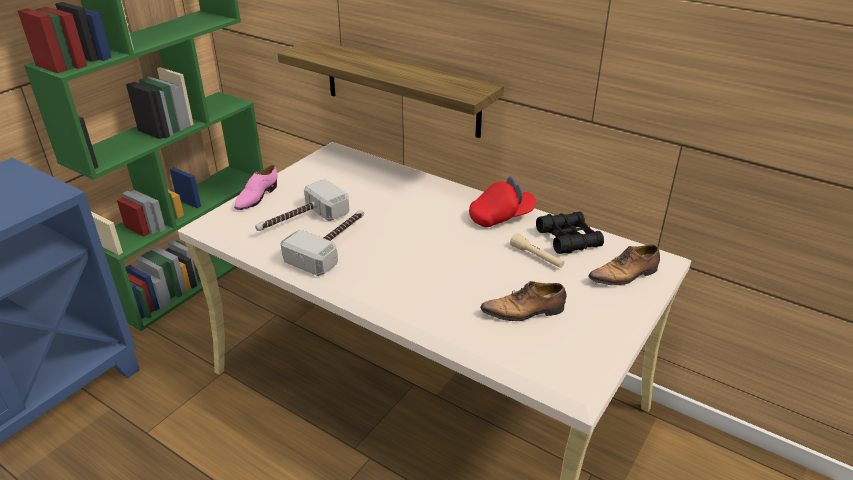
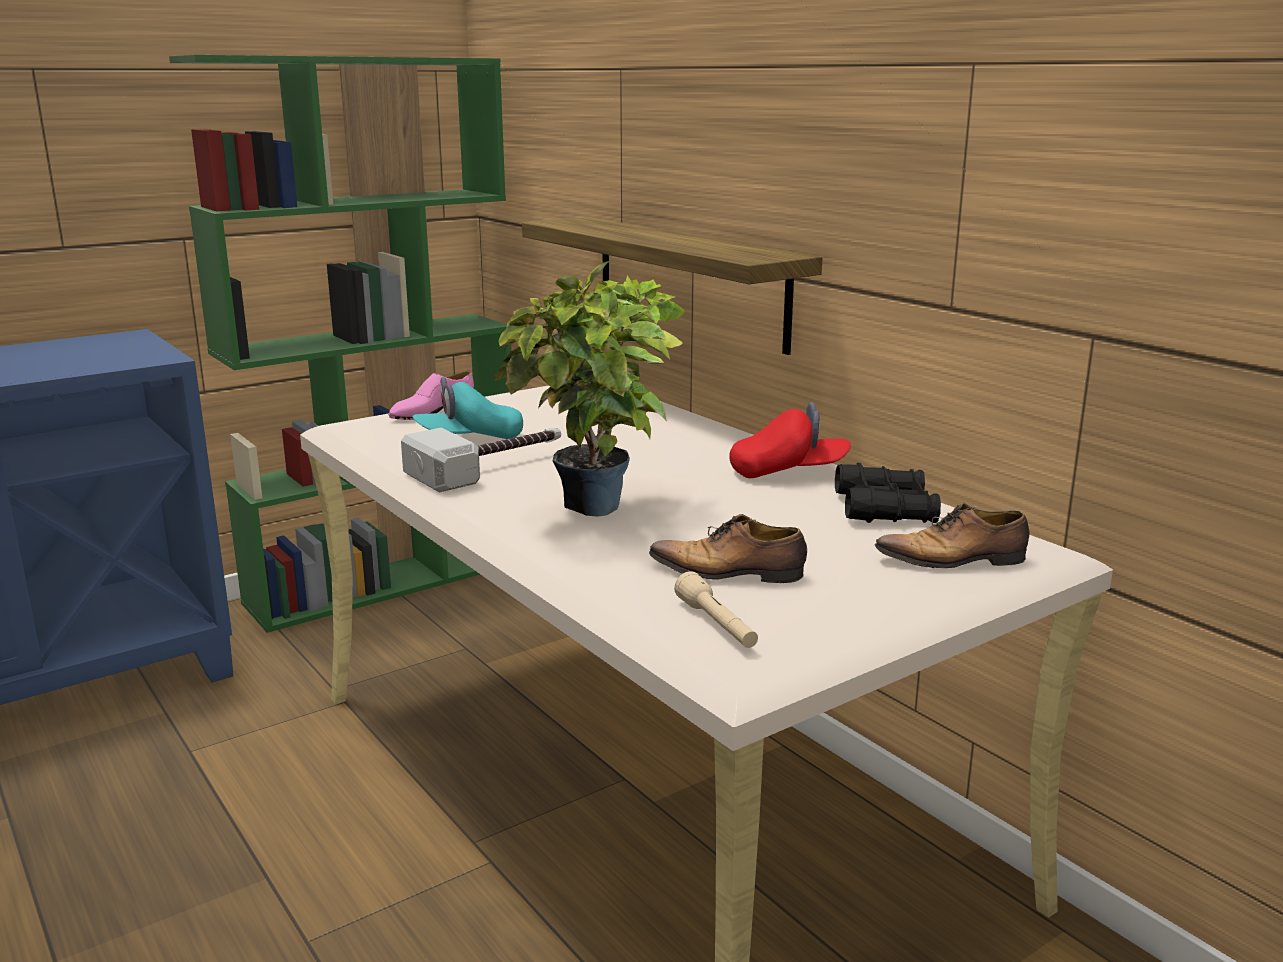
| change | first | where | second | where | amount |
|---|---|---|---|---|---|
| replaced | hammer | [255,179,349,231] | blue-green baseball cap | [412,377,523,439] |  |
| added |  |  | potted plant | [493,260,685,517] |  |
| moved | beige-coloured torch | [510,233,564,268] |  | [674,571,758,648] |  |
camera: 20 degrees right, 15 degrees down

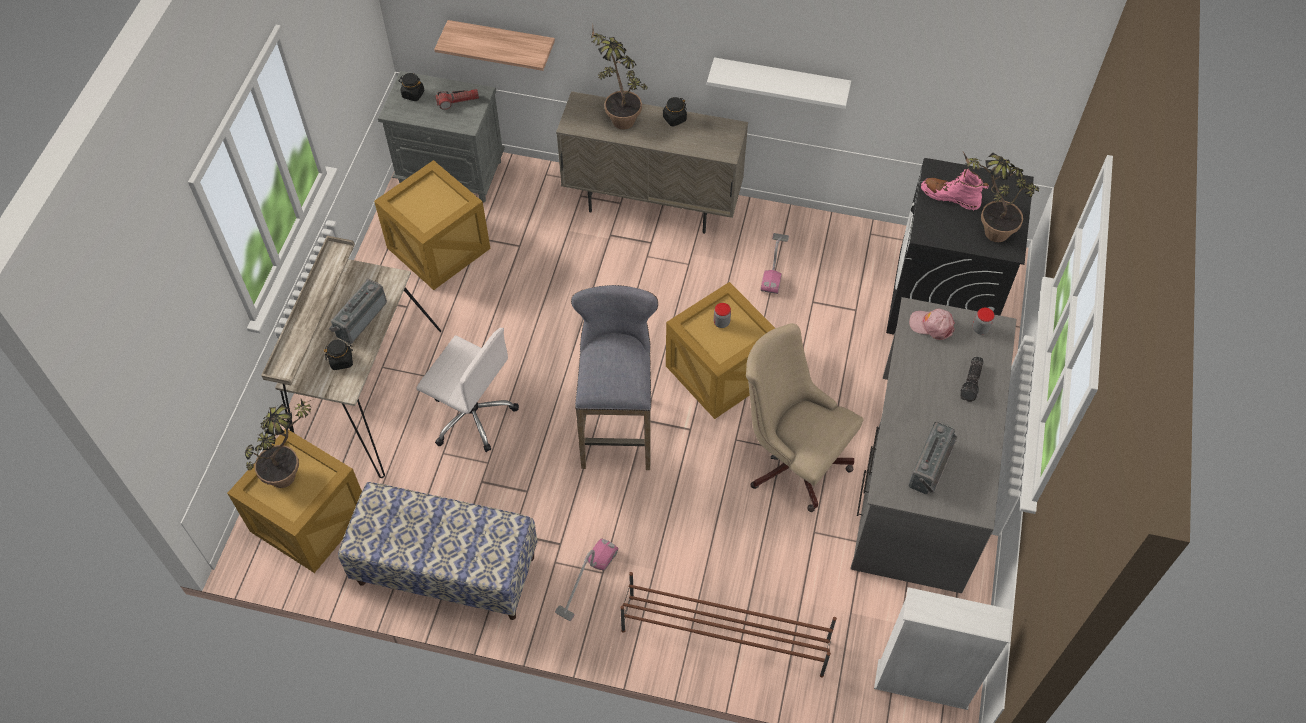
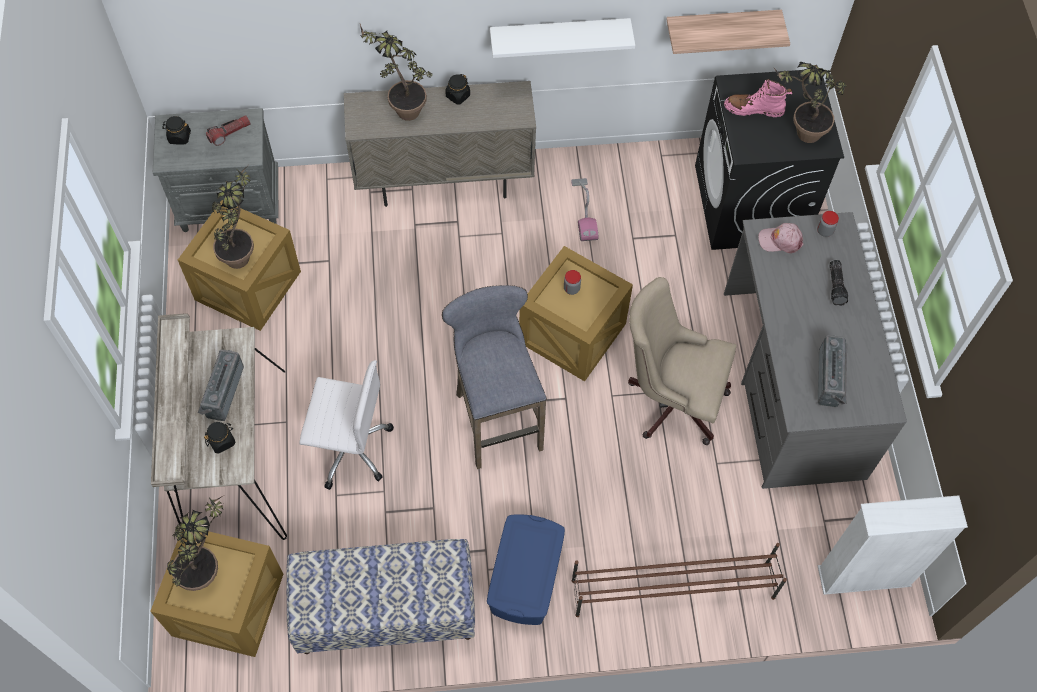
| change | first | where | second | where | amount |
|---|---|---|---|---|---|
| added |  |  | potted plant | [212,167,254,269] |  |
| replaced | hoover | [555,538,618,621] | blue-coloured storage bin | [487,514,565,625] |  |
| moved | shelf | [434,20,555,71] |  | [666,10,790,54] |  |
camera: 20 degrees left, 5 degrees up

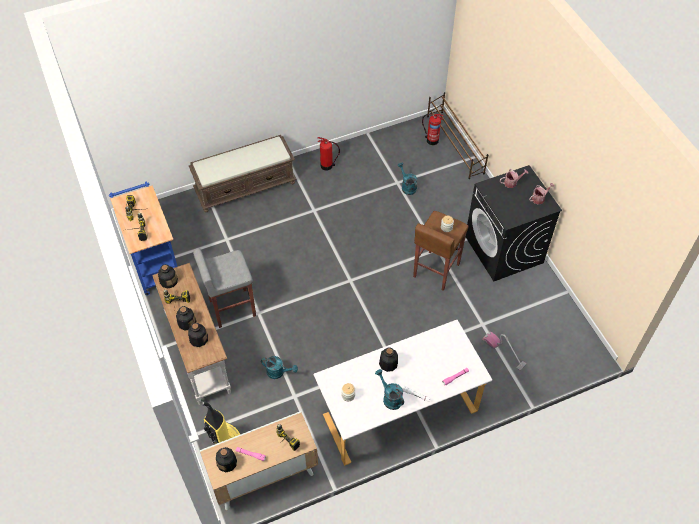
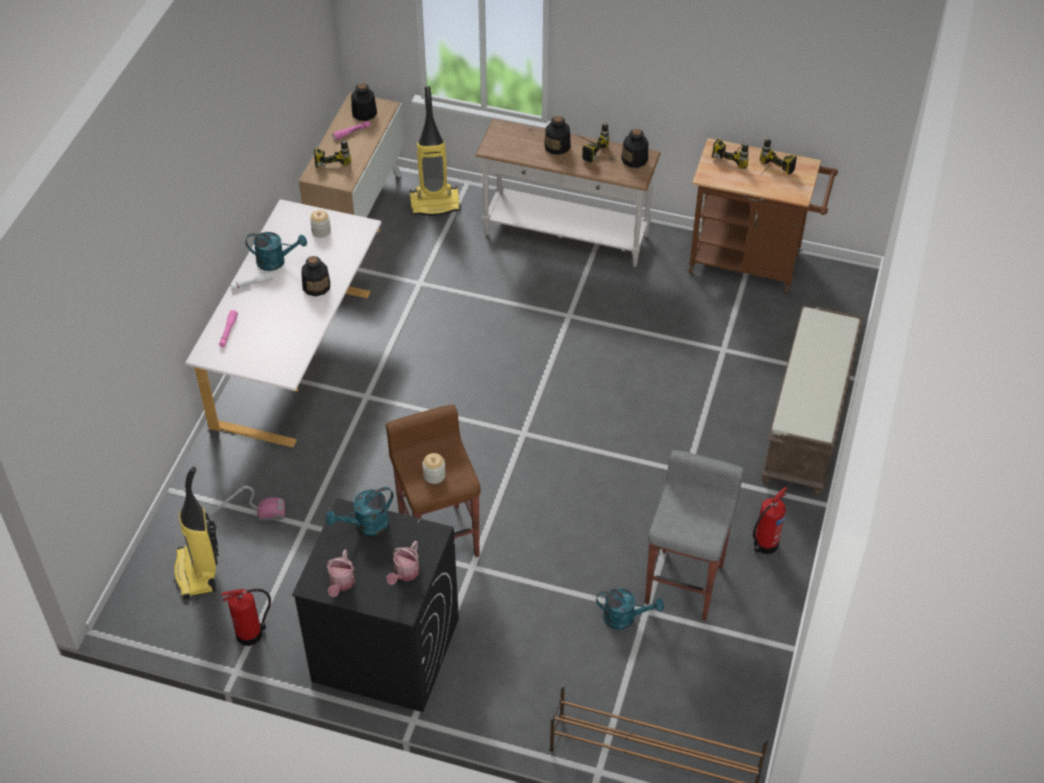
| change | first | where | second | where | amount |
|---|---|---|---|---|---|
| added |  |  | hoover | [174,467,219,599] |  |
| moved | extinguisher | [422,114,443,145] |  | [221,589,271,646] |  |
| moved | blue-green watering can | [261,356,298,379] |  | [326,487,393,536] |  |
| moved | grey stool | [193,248,256,328] |  | [645,450,744,621] |  |
| recoloured | blue-coloured trolley | [109,181,178,296] | brown trolley | [689,138,838,294] |  |
| removed | bottle | [188,323,208,347] |  |  |  |
camera: 130 degrees right, 5 degrees down

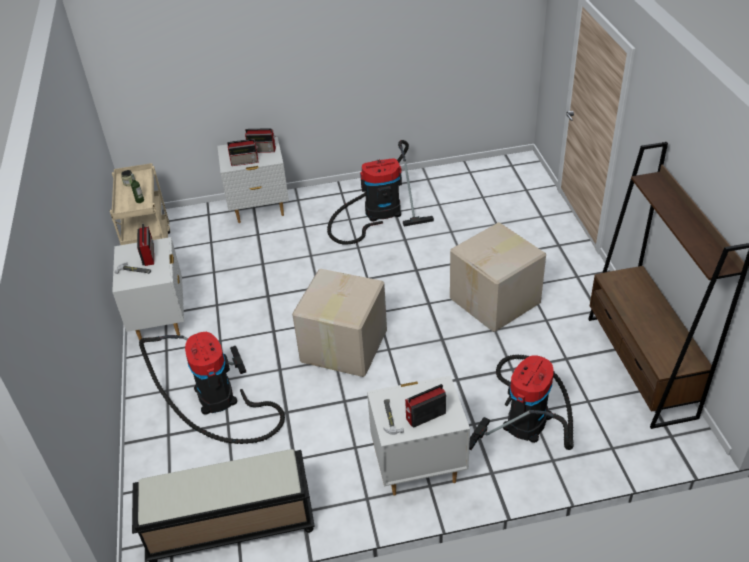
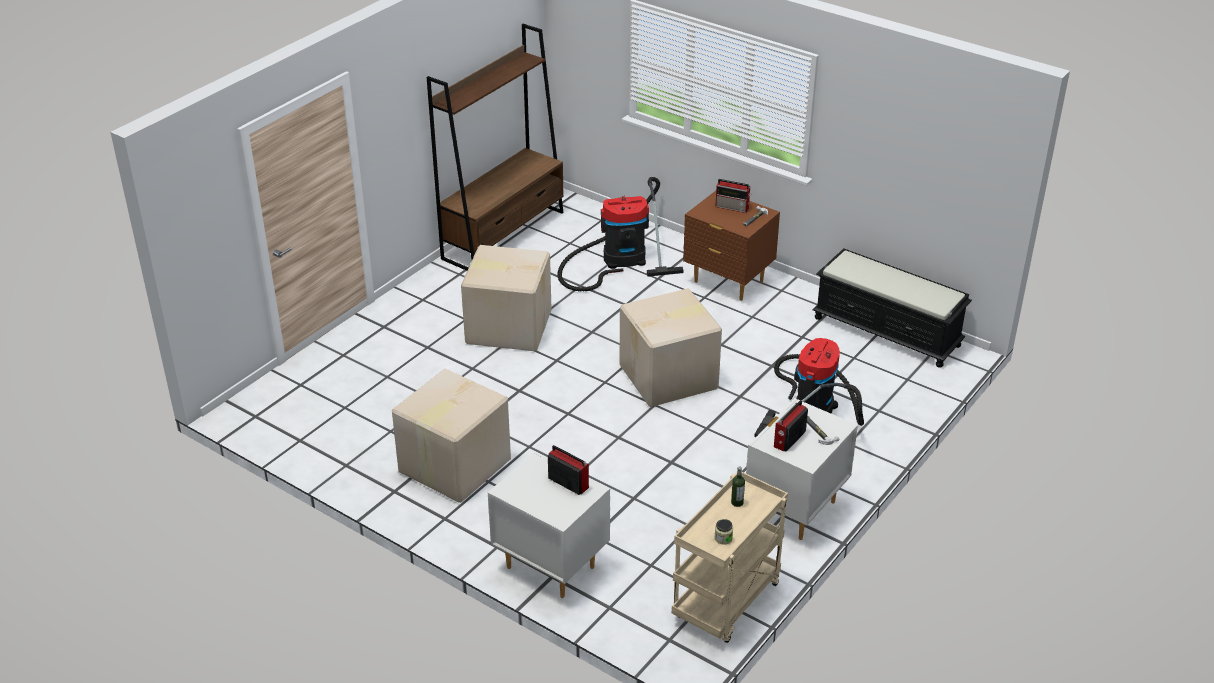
| change | first | where | second | where | amount |
|---|---|---|---|---|---|
| replaced | hoover | [327,140,434,245] | carton | [392,369,511,503] |  |
| recoloured | whitish nightstand | [367,375,470,495] | brown nightstand | [683,191,780,301] |  |
| removed | radio receiver | [245,128,276,153] |  |  |  |
camera: 135 degrees left, 5 degrees down

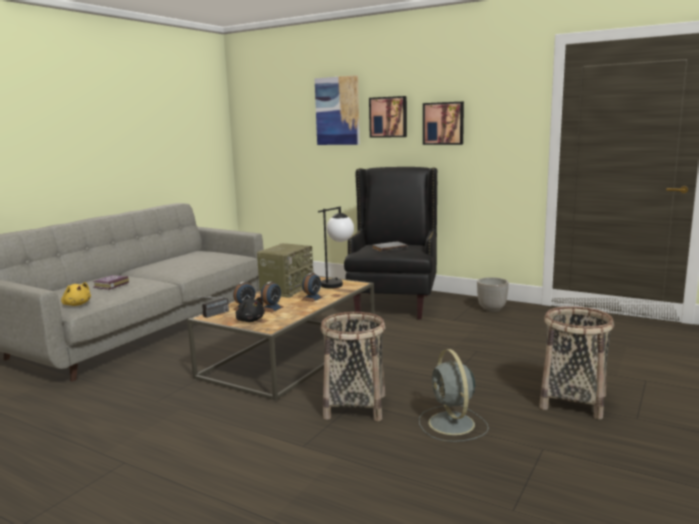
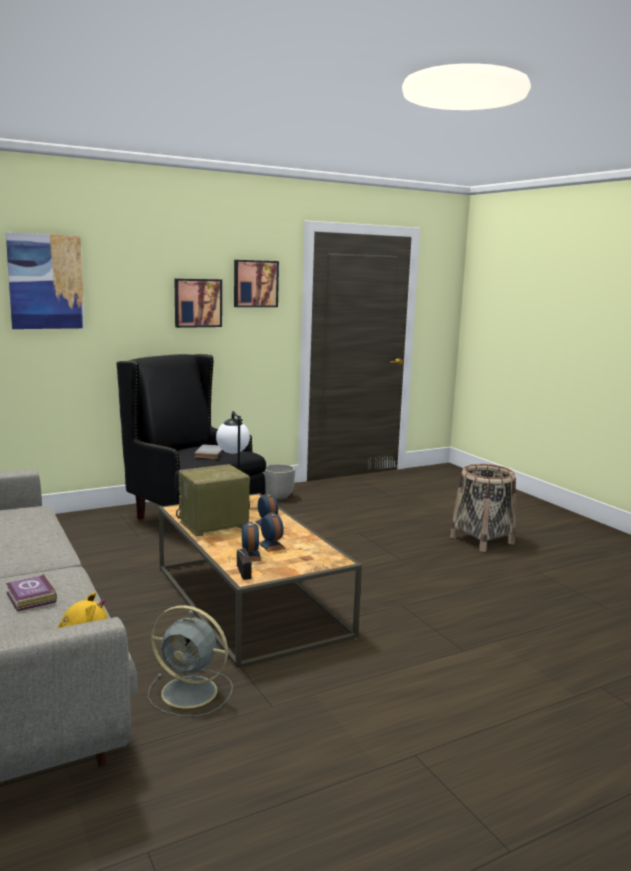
| change | first | where | second | where | amount |
|---|---|---|---|---|---|
| moved | grey cooling fan | [419,349,489,442] |  | [147,605,233,717] |  |
| turned | radio receiver | [257,243,314,298] |  | [176,464,250,537] | 90 degrees counterclockwise |
| moved | wall picture | [369,96,407,138] |  | [234,260,279,307] |  |
| removed | blackish soft toy | [236,297,265,322] |  |  |  |
| removed | basket | [320,312,385,421] |  |  |  |
camera: 60 degrees left, 0 degrees up

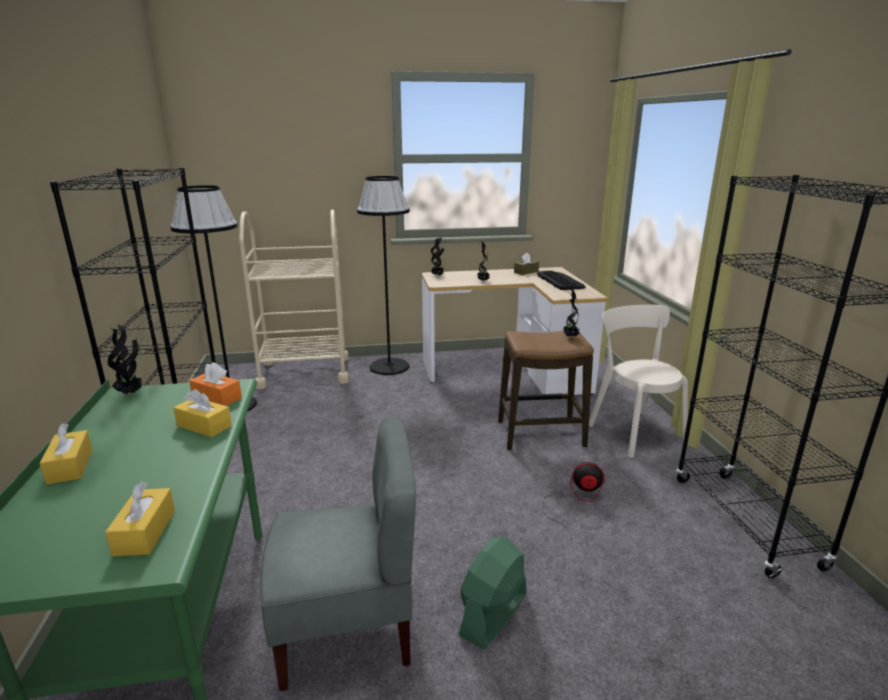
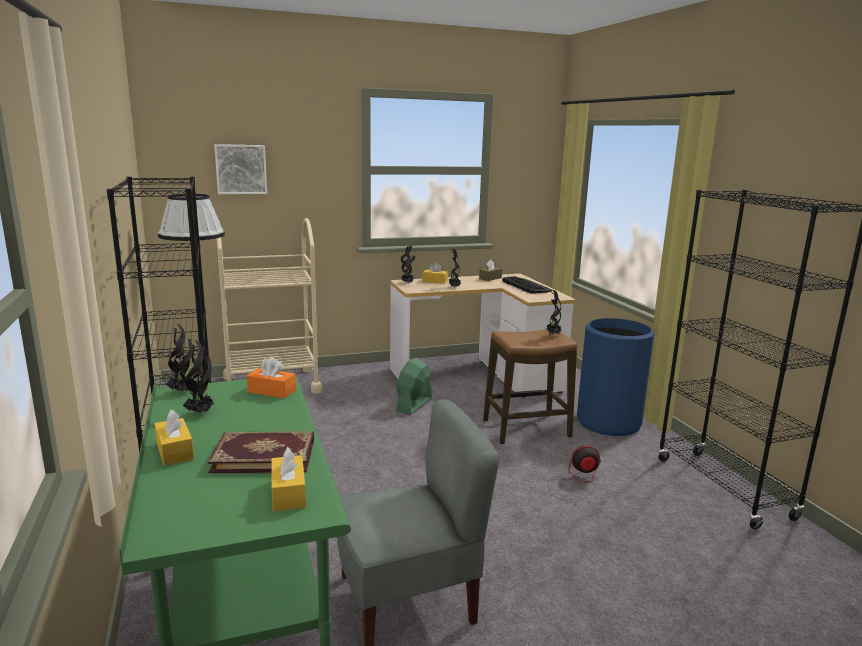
| change | first | where | second | where | amount |
|---|---|---|---|---|---|
| added |  |  | potted plant | [183,340,214,413] |  |
| added |  |  | bound book | [208,431,314,473] |  |
| added |  |  | wall picture | [214,144,267,194] |  |
| moved | green-coloured cooling fan | [458,537,527,650] |  | [396,358,432,415] |  |
| moved | yellow tissue box | [173,389,232,437] |  | [422,262,448,284] |  |
| replaced | beige-coloured plain chair | [589,305,688,458] | blue-coloured rubbish bin | [577,318,655,436] |  |
| removed | blackish standing lamp | [357,176,410,375] |  |  |  |
camera: 10 degrees left, 5 degrees down

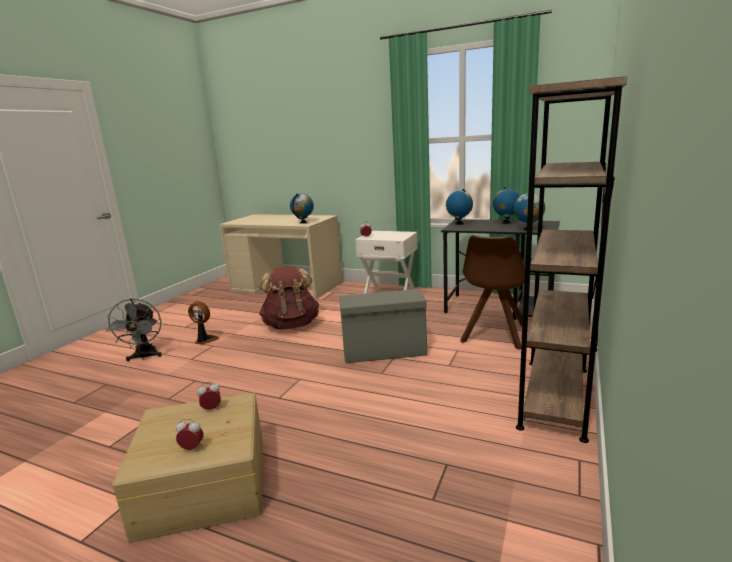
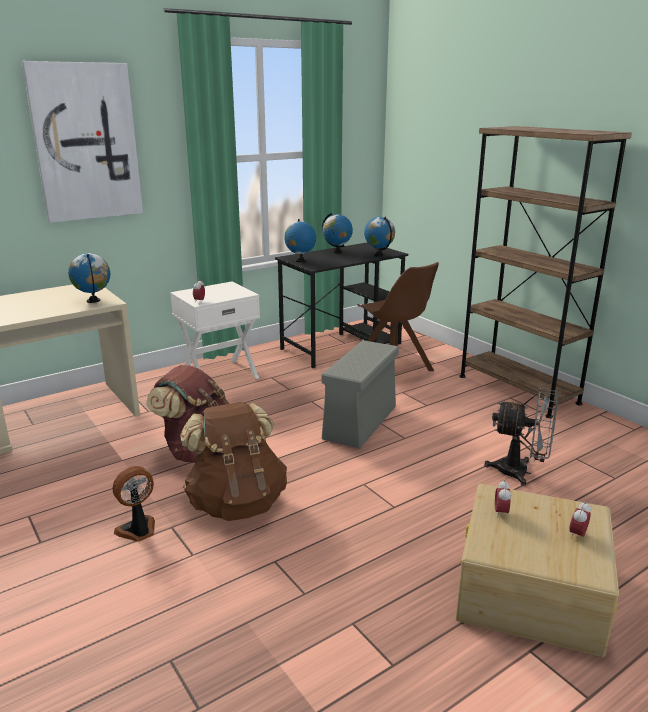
| change | first | where | second | where | amount |
|---|---|---|---|---|---|
| added |  |  | wall picture | [22,61,143,223] |  |
| added |  |  | brown backpack | [180,402,287,521] |  |
| moved | grey cooling fan | [106,298,162,361] |  | [484,388,558,486] |  |
camera: 60 degrees left, 5 degrees up

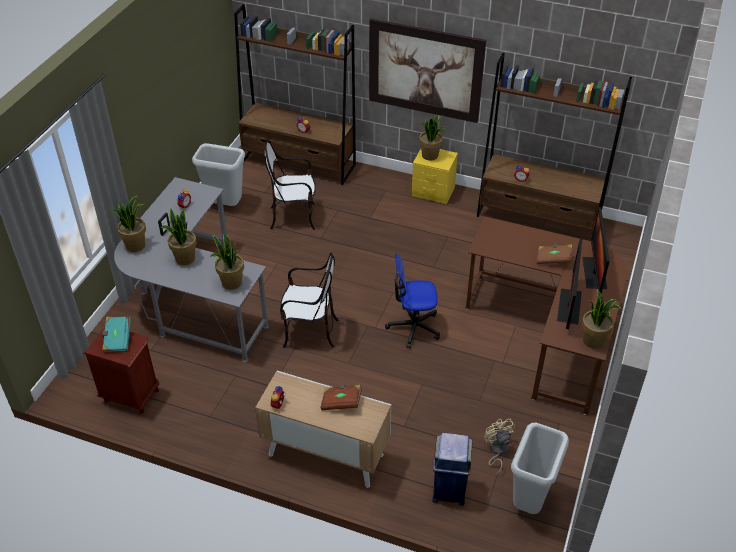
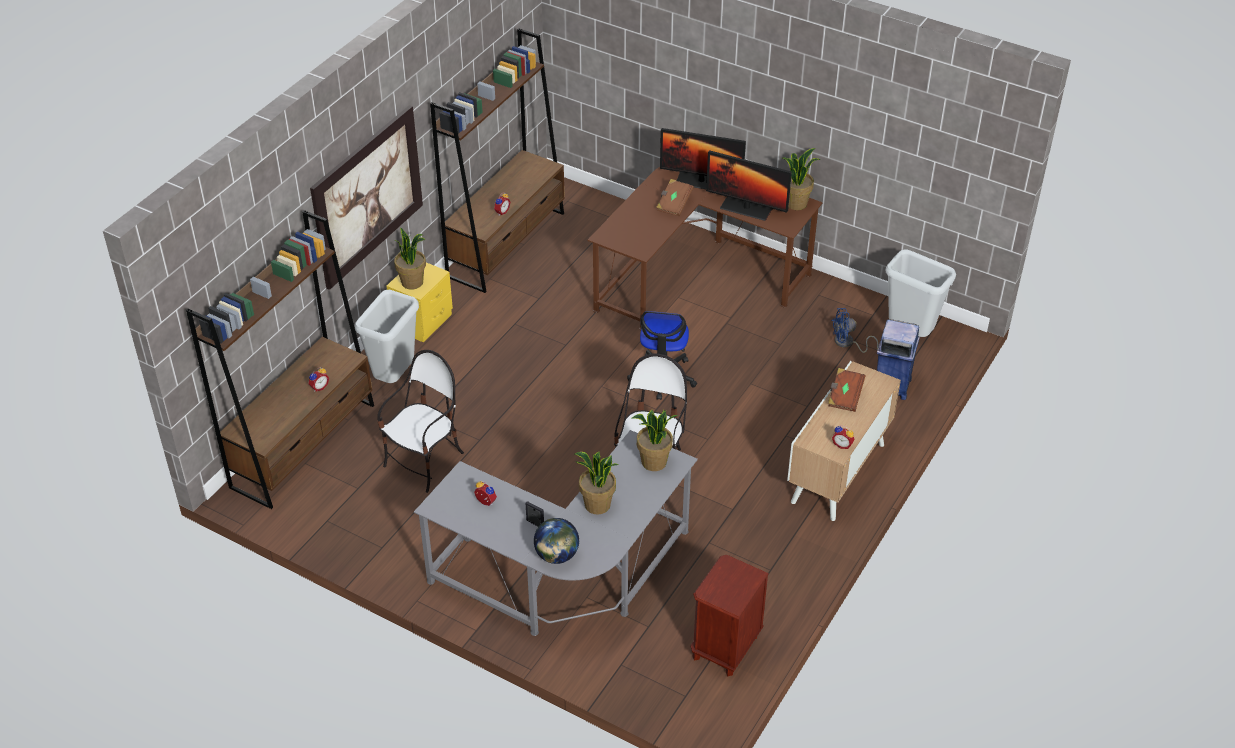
| change | first | where | second | where | amount |
|---|---|---|---|---|---|
| moved | grey rubbish bin | [192,143,245,207] |  | [355,290,419,383] |  |
| turned | plain chair | [265,140,316,230] |  | [377,350,464,493] | 150 degrees counterclockwise |
| replaced | potted plant | [109,195,146,252] | desk globe | [534,518,579,564] |  |
| recoloured | beige-coloured cooling fan | [484,419,515,475] | blue-coloured cooling fan | [832,308,879,353] |  |
| removed | blue-green bound book | [102,317,131,352] |  |  |  |
camera: 80 degrees left, 0 degrees up

